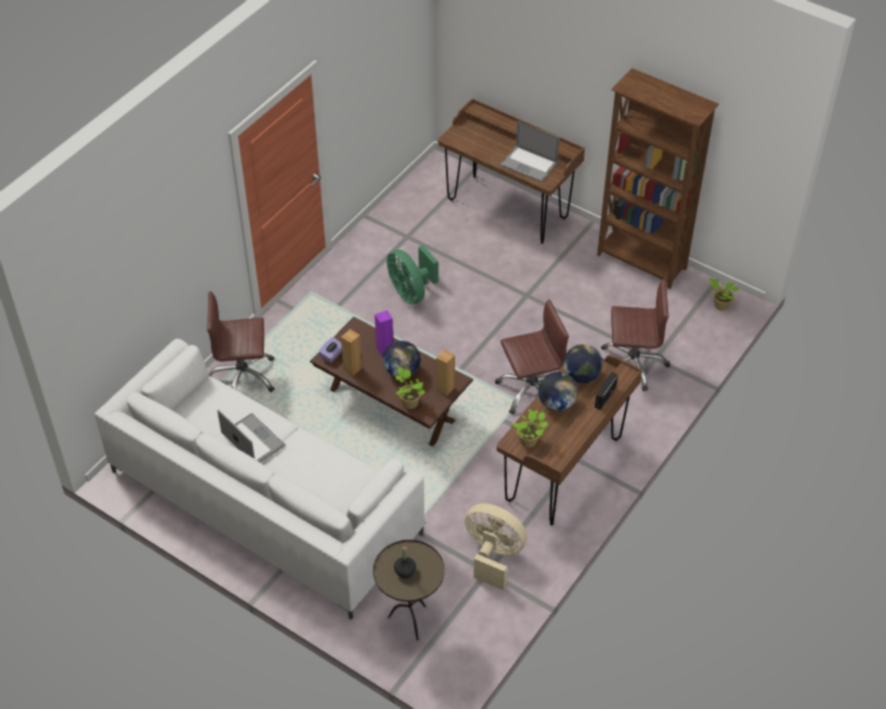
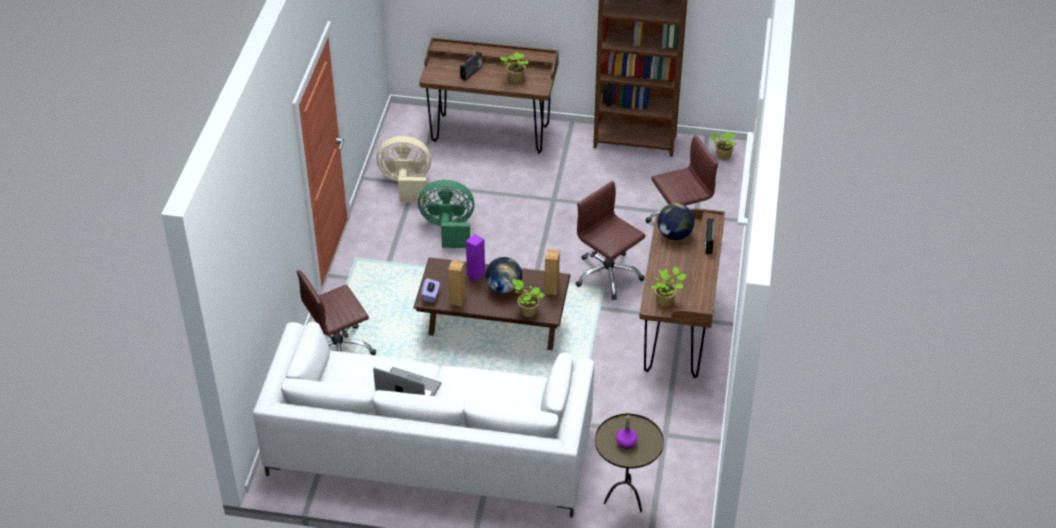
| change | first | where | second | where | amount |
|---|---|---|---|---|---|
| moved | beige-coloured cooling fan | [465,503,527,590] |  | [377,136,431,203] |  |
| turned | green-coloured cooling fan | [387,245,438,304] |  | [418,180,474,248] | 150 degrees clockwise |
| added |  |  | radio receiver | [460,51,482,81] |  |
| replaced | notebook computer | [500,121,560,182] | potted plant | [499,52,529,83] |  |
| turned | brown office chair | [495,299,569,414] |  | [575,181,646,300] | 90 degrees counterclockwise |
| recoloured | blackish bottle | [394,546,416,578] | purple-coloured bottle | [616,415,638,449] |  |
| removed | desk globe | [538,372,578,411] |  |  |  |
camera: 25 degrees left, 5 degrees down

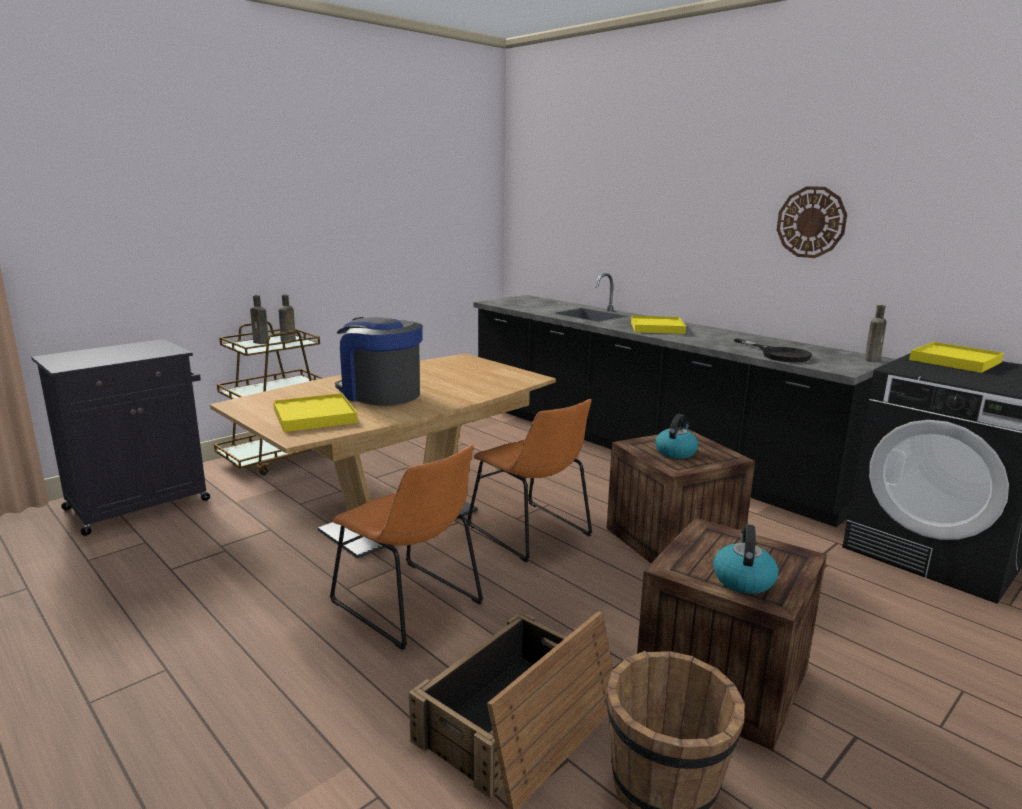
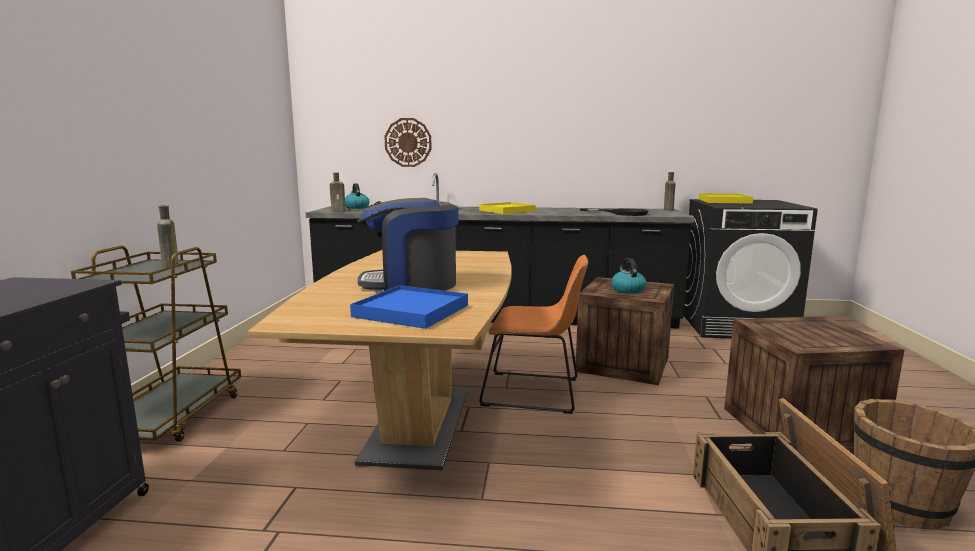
| change | first | where | second | where | amount |
|---|---|---|---|---|---|
| moved | brown bottle | [250,295,268,344] |  | [330,173,346,212] |  |
| moved | tea kettle | [713,524,779,594] |  | [345,183,370,209] |  |
| recoloured | yellow carrying tray | [273,393,358,432] | blue-coloured carrying tray | [350,285,468,329] |  |
| moved | hanging clock | [777,186,847,258] |  | [384,118,432,167] |  |
| removed | orangey plain chair | [330,445,483,650] |  |  |  |
camera: 40 degrees left, 5 degrees down

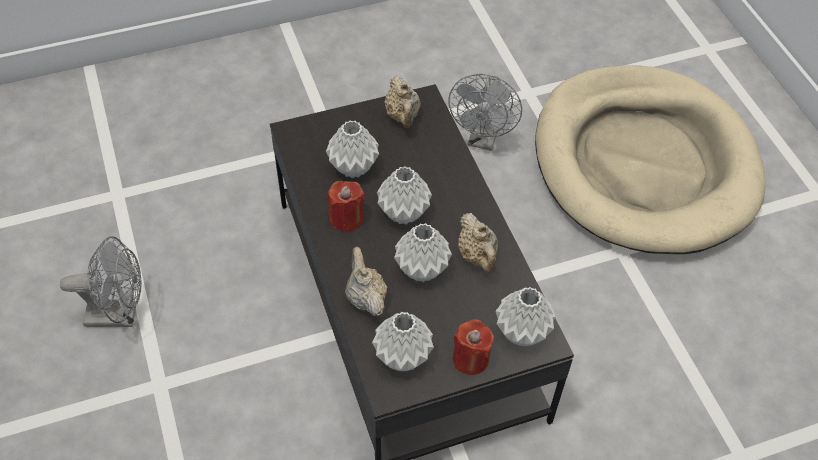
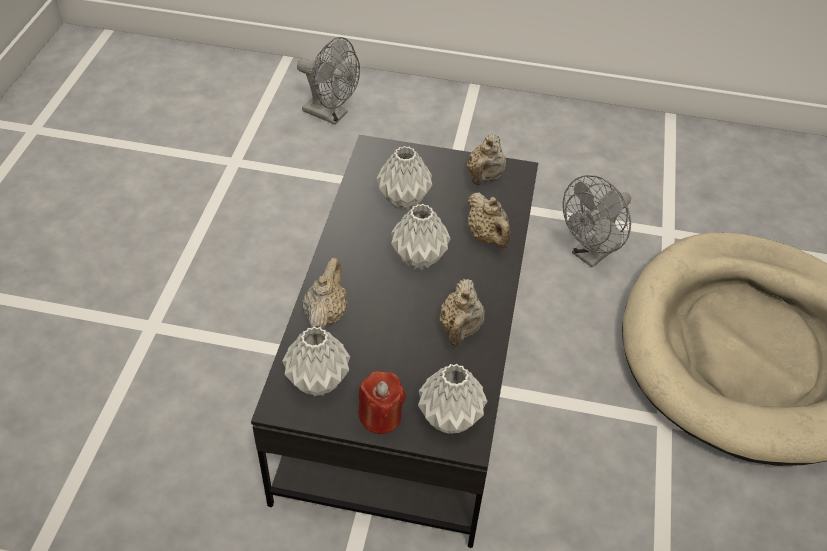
| change | first | where | second | where | amount |
|---|---|---|---|---|---|
| moved | grey cooling fan | [60,236,142,327] |  | [297,37,360,125] |  |
| added |  |  | beige-coloured pot for tea | [467,193,511,249] |  |
| removed | red-coloured wax light | [328,181,365,232] |  |  |  |
| removed | grey vase | [394,223,452,282] |  |  |  |
camera: 30 degrees right, 5 degrees down

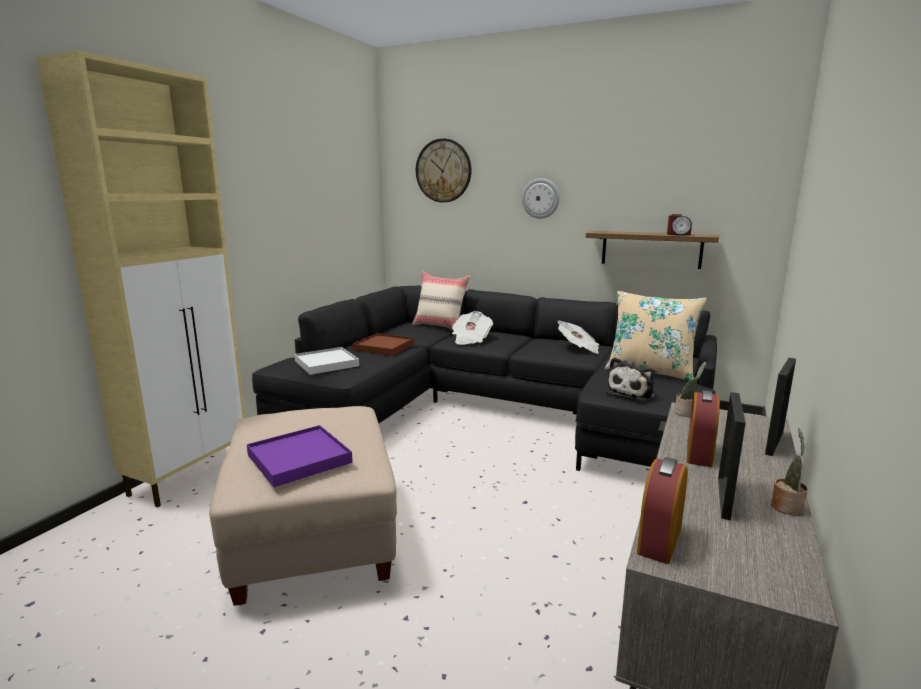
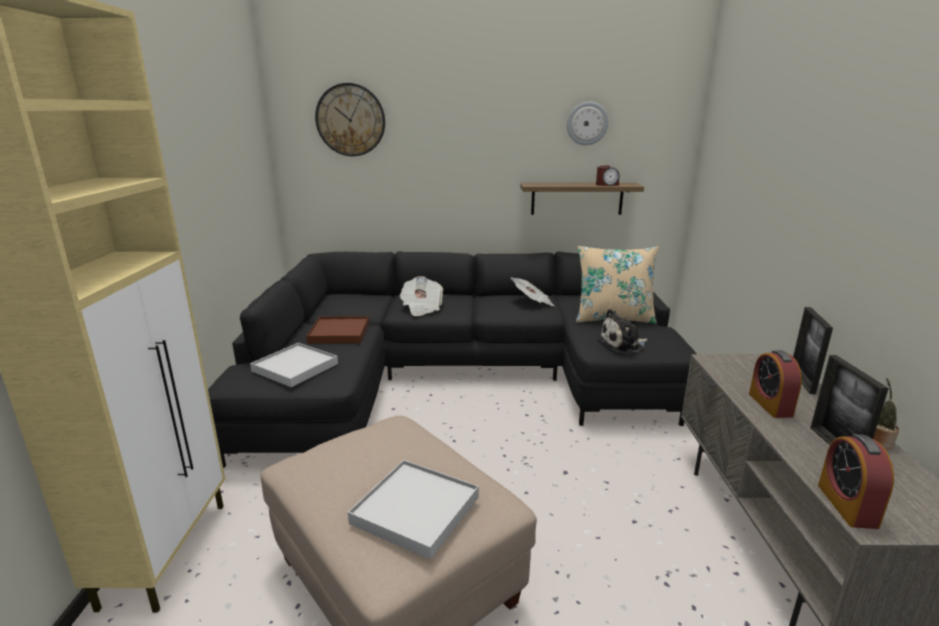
| change | first | where | second | where | amount |
|---|---|---|---|---|---|
| recoloured | purple-coloured carrying tray | [247,425,353,487] | whitish carrying tray | [348,460,479,560] |  |
| moved | hanging clock | [522,178,560,219] |  | [567,101,609,145] |  |
| turned | soft toy | [606,357,655,400] |  | [598,309,648,353] | 60 degrees clockwise |
| removed | beige-coloured pillow | [412,271,470,330] |  |  |  |
| removed | potted plant | [675,362,706,417] |  |  |  |
camera: 25 degrees left, 5 degrees up

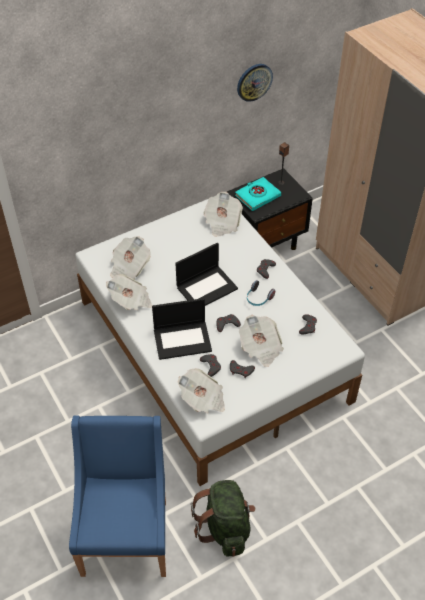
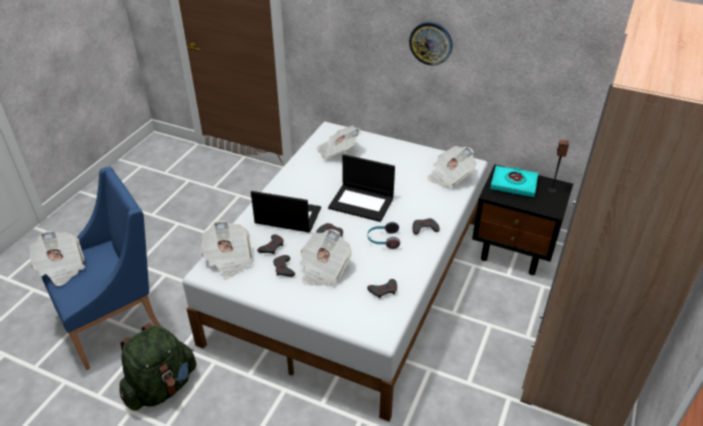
| change | first | where | second | where | amount |
|---|---|---|---|---|---|
| moved | printed paper | [106,274,152,310] |  | [29,230,85,286] |  |
| turned | notebook computer | [152,298,212,360] |  | [251,191,321,233] | 150 degrees clockwise |
| moved | hanging clock | [237,64,273,102] |  | [409,22,452,65] |  |
camera: 55 degrees right, 10 degrees down

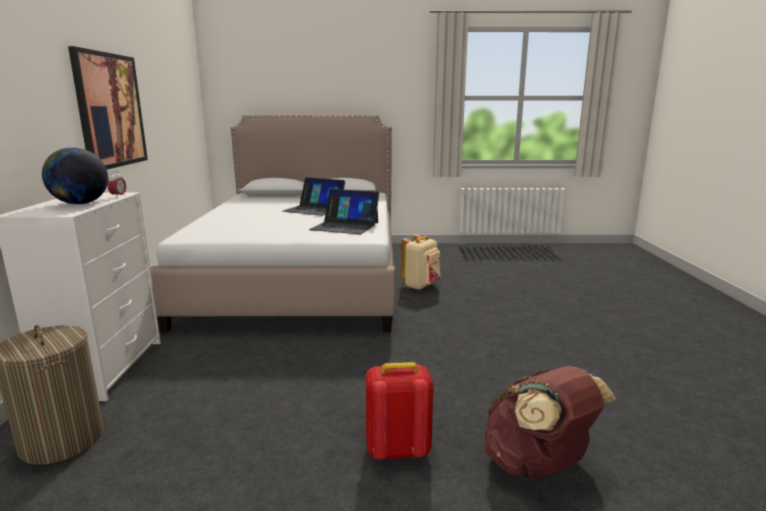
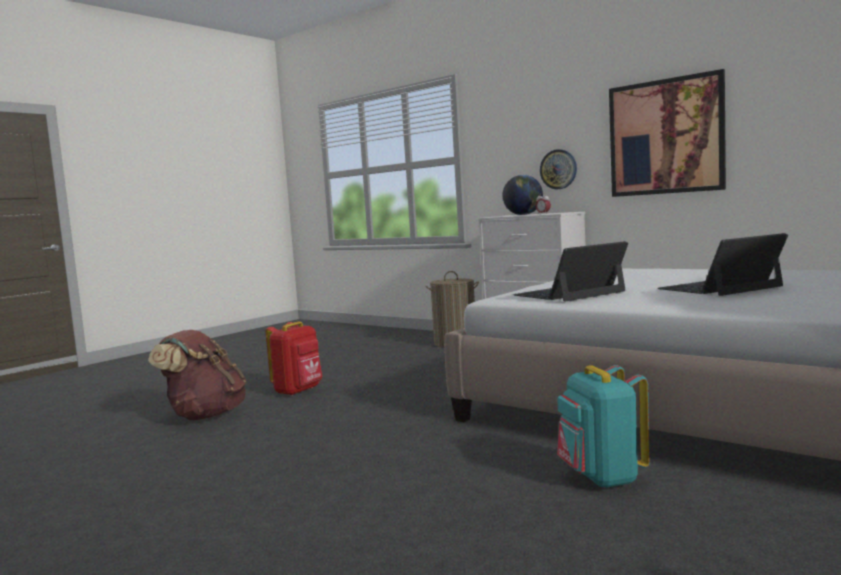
| change | first | where | second | where | amount |
|---|---|---|---|---|---|
| added |  |  | hanging clock | [540,149,577,189] |  |
| recoloured | beige-coloured backpack | [401,235,441,290] | blue-green backpack | [557,365,650,488] |  |
camera: 130 degrees right, 10 degrees down

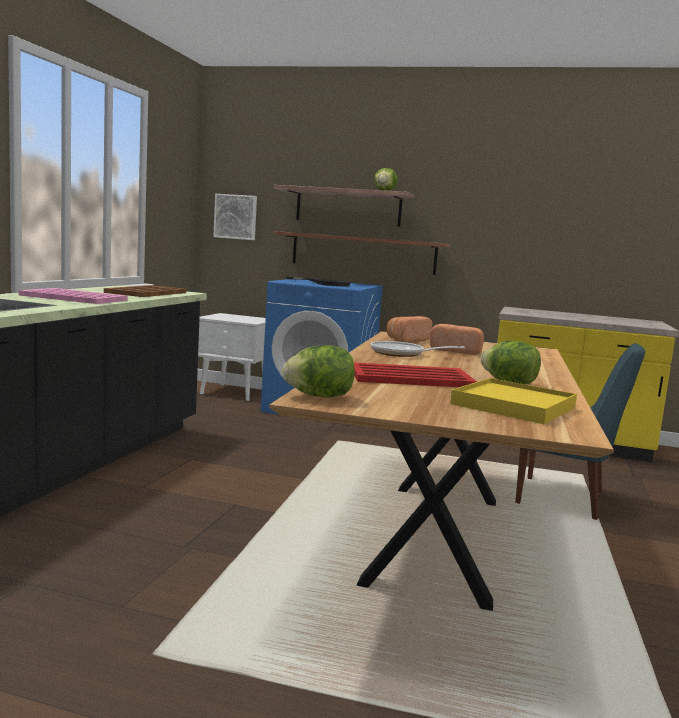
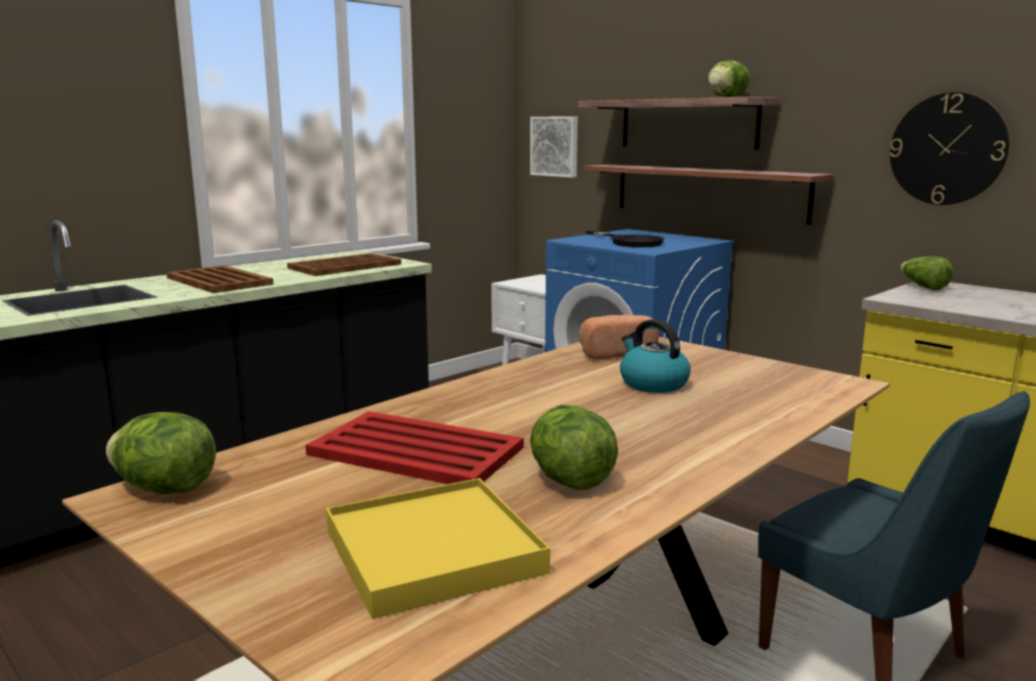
| change | first | where | second | where | amount |
|---|---|---|---|---|---|
| recoloured | pinkish carrying tray | [19,288,127,304] | brown carrying tray | [166,265,273,293] |  |
| replaced | bakery bread | [430,324,484,355] | tea kettle | [620,319,691,393] |  |
| added |  |  | hanging clock | [889,92,1009,205] |  |
| added |  |  | lettuce | [900,256,954,290] |  |
| removed | pan | [371,341,465,357] |  |  |  |
camera: 30 degrees right, 5 degrees up

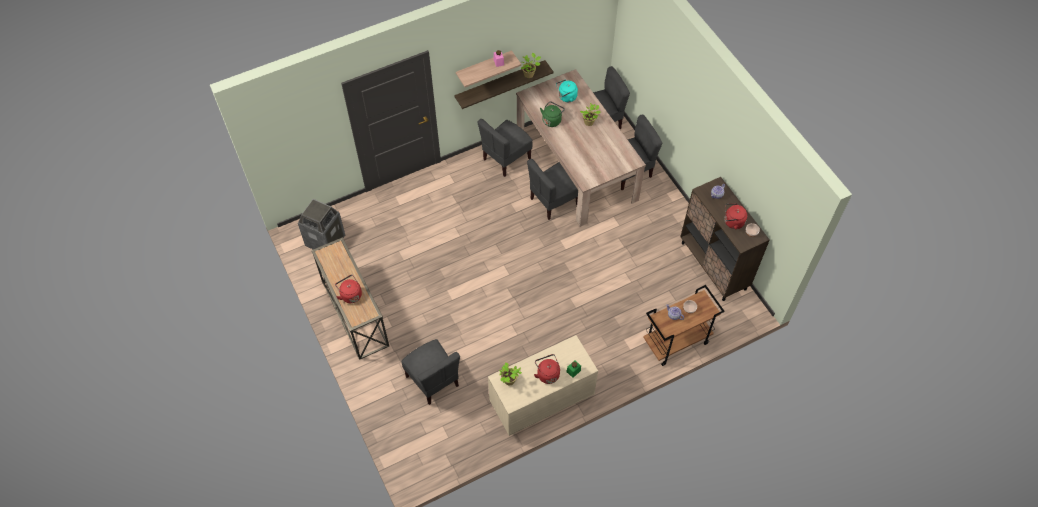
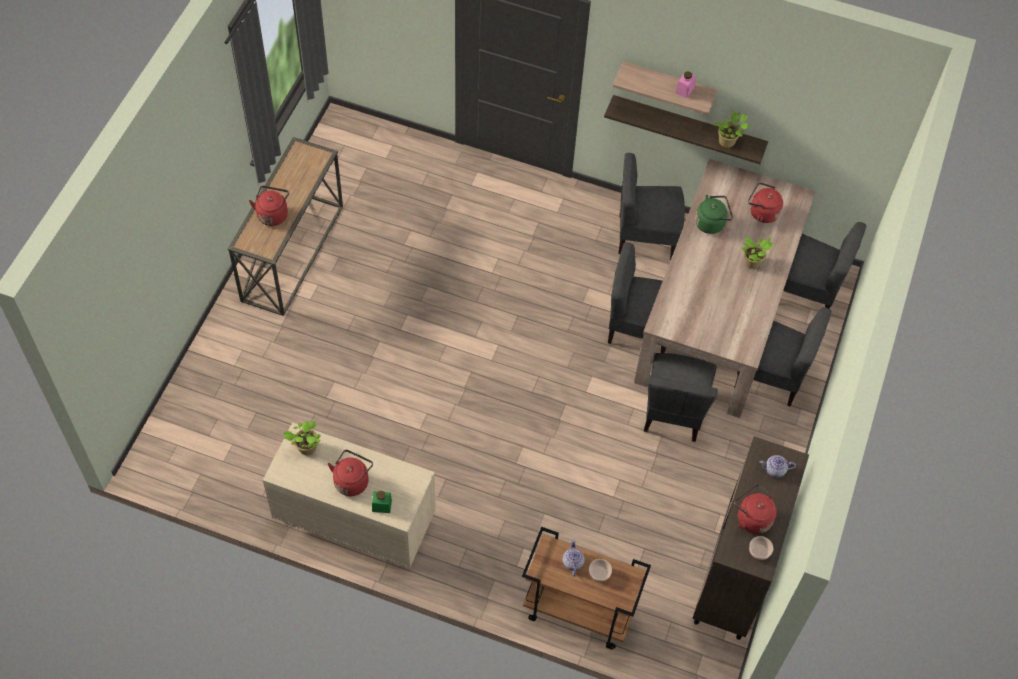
| change | first | where | second | where | amount |
|---|---|---|---|---|---|
| moved | grey plain chair | [401,339,460,405] |  | [644,353,718,442] |  |
| recoloured | blue-green tea kettle | [556,79,578,102] | red-coloured tea kettle | [748,182,783,223] |  |
| removed | rubbish bin | [298,199,345,249] |  |  |  |
camera: 45 degrees right, 0 degrees up

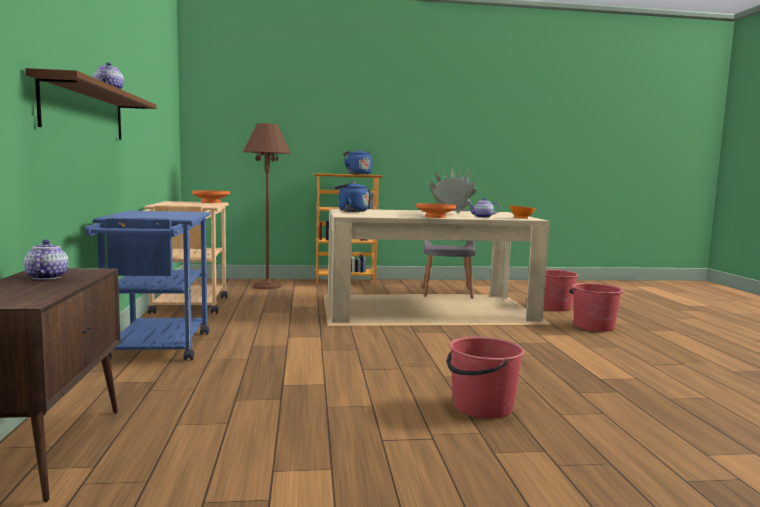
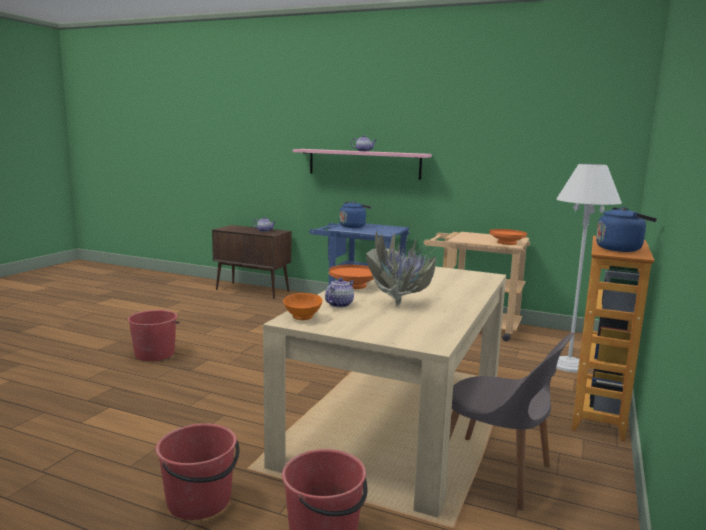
| change | first | where | second | where | amount |
|---|---|---|---|---|---|
| recoloured | brown shelf | [25,68,157,140] | pinkish shelf | [293,149,432,180] |  |
| moved | blue-coloured tea kettle | [334,182,369,212] |  | [340,201,371,228] |  |
| recoloured | brown standing lamp | [243,123,291,289] | whitish standing lamp | [556,164,622,373] |  |
camera: 120 degrees right, 5 degrees up

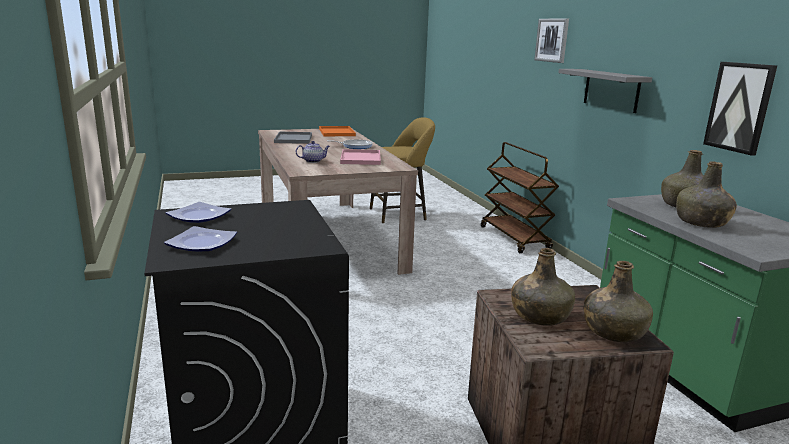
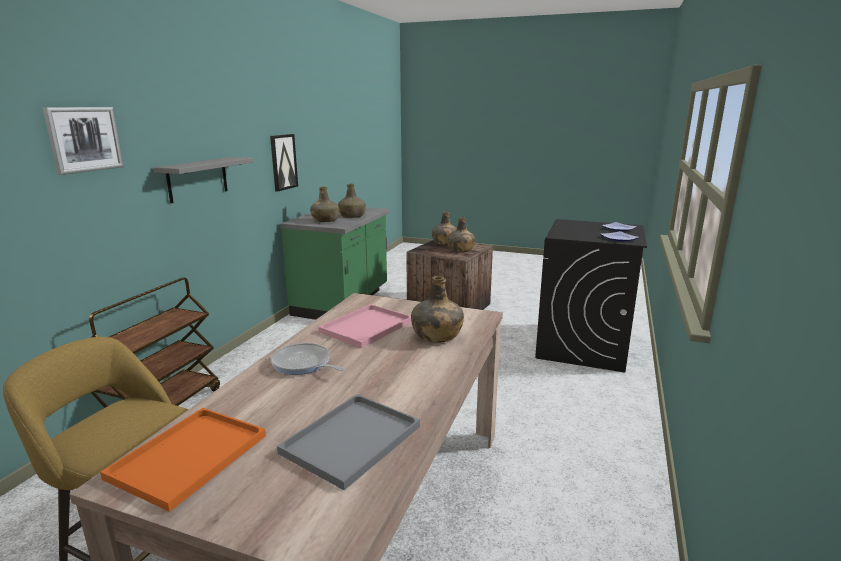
| change | first | where | second | where | amount |
|---|---|---|---|---|---|
| replaced | pot for tea | [296,141,330,163] | green-coloured bottle | [411,276,464,343] |  |
camera: 140 degrees left, 0 degrees up

